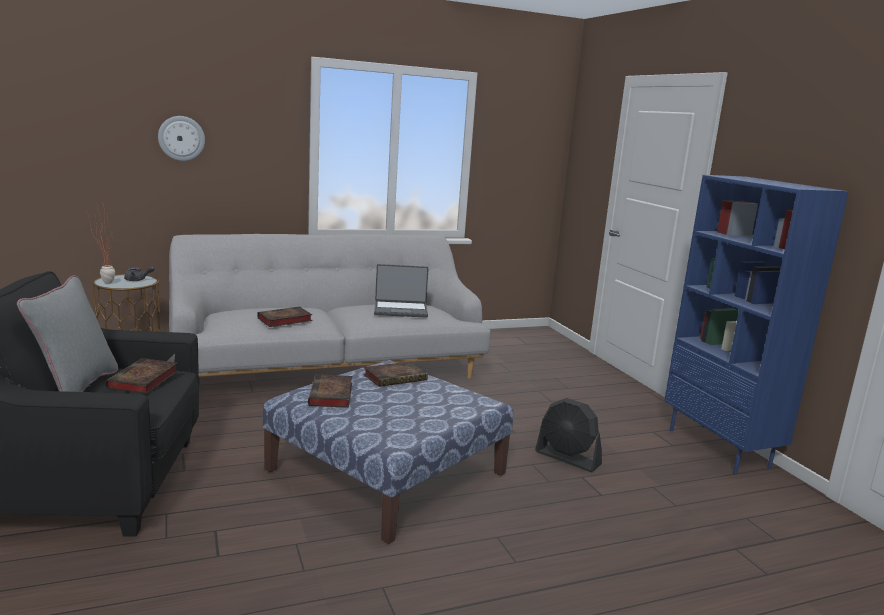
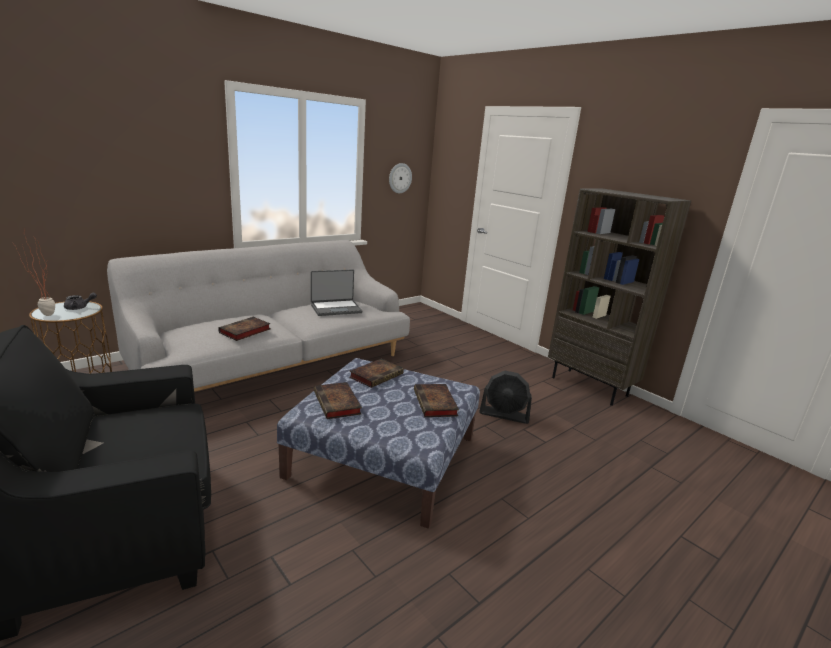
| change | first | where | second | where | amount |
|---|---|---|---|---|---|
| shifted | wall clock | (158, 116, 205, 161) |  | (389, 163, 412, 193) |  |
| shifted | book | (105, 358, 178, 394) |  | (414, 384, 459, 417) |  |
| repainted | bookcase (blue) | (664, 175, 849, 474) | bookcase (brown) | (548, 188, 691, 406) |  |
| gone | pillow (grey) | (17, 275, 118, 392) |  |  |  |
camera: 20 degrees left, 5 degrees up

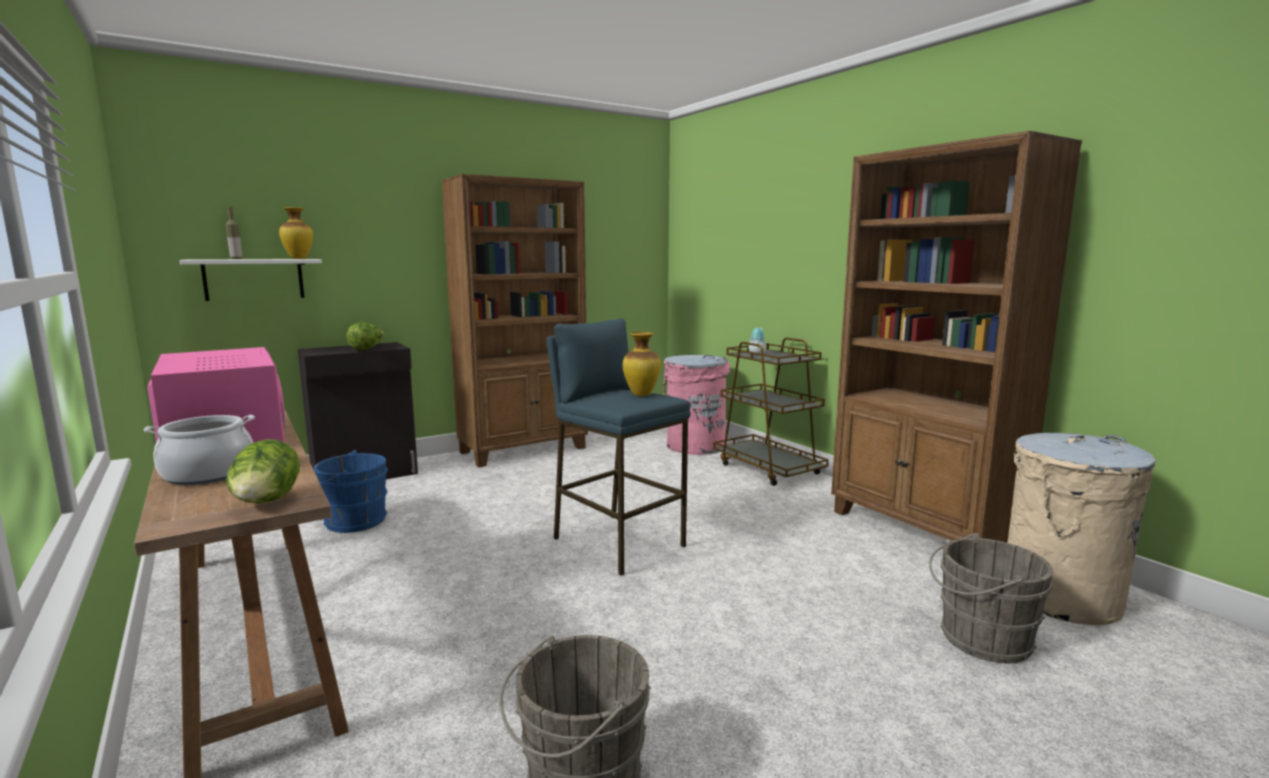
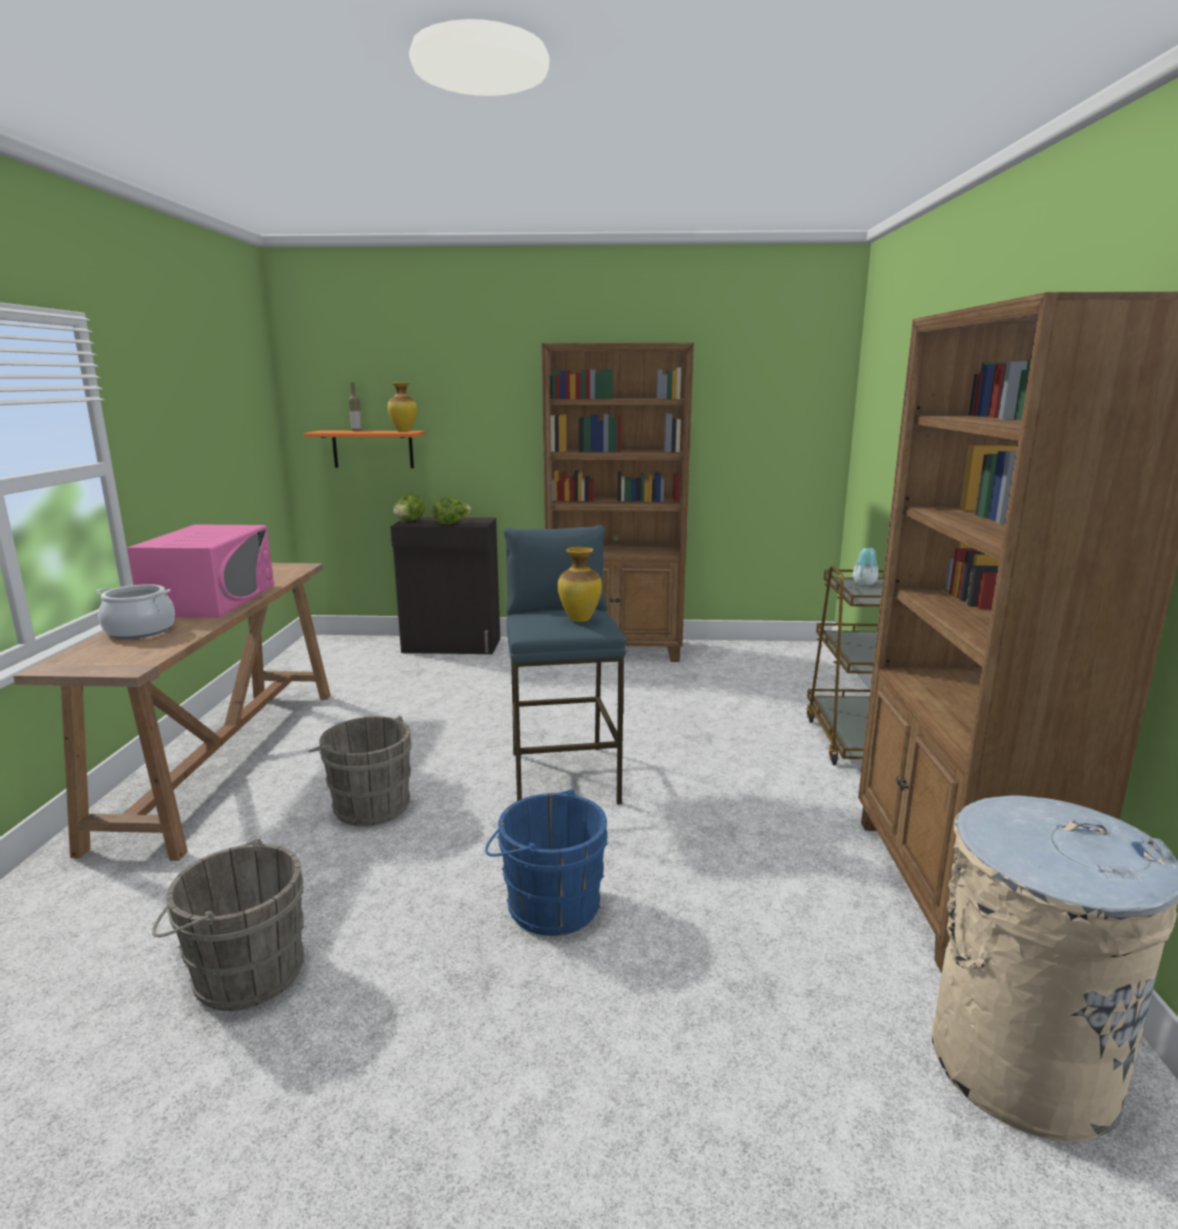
| change | first | where | second | where | amount |
|---|---|---|---|---|---|
| repainted | shelf (white) | (180, 259, 322, 301) | shelf (orange) | (304, 431, 425, 468) |  |
| shifted | bucket (grey) | (929, 533, 1053, 663) |  | (309, 716, 412, 826) |  |
| shifted | lettuce | (226, 439, 300, 503) |  | (393, 494, 425, 521) |  |
| shifted | bucket (blue) | (314, 450, 388, 533) |  | (485, 789, 608, 936) |  |
| gone | trash can (pink) | (663, 355, 730, 455) |  |  |  |
camera: 35 degrees right, 5 degrees up

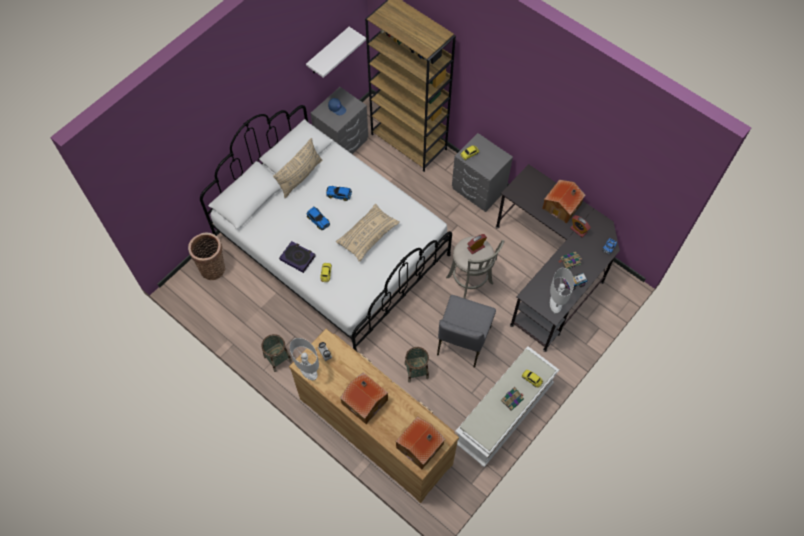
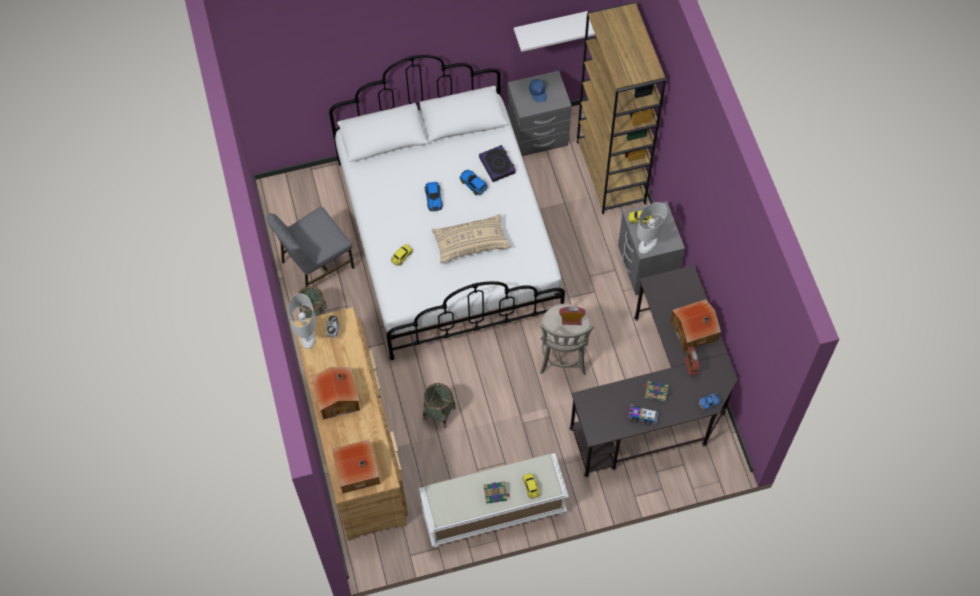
| change | first | where | second | where | amount |
|---|---|---|---|---|---|
| shifted | chair (grey) | (437, 295, 496, 368) |  | (267, 207, 354, 287) |  |
| shifted | book | (279, 241, 316, 273) |  | (479, 145, 516, 182) |  |
| shifted | table lamp (white) | (550, 268, 574, 314) |  | (637, 202, 667, 254) |  |
| gone | basket | (188, 232, 225, 280) |  |  |  |
| gone | pillow (beige) | (273, 138, 323, 198) |  |  |  |
camera: 35 degrees right, 0 degrees up

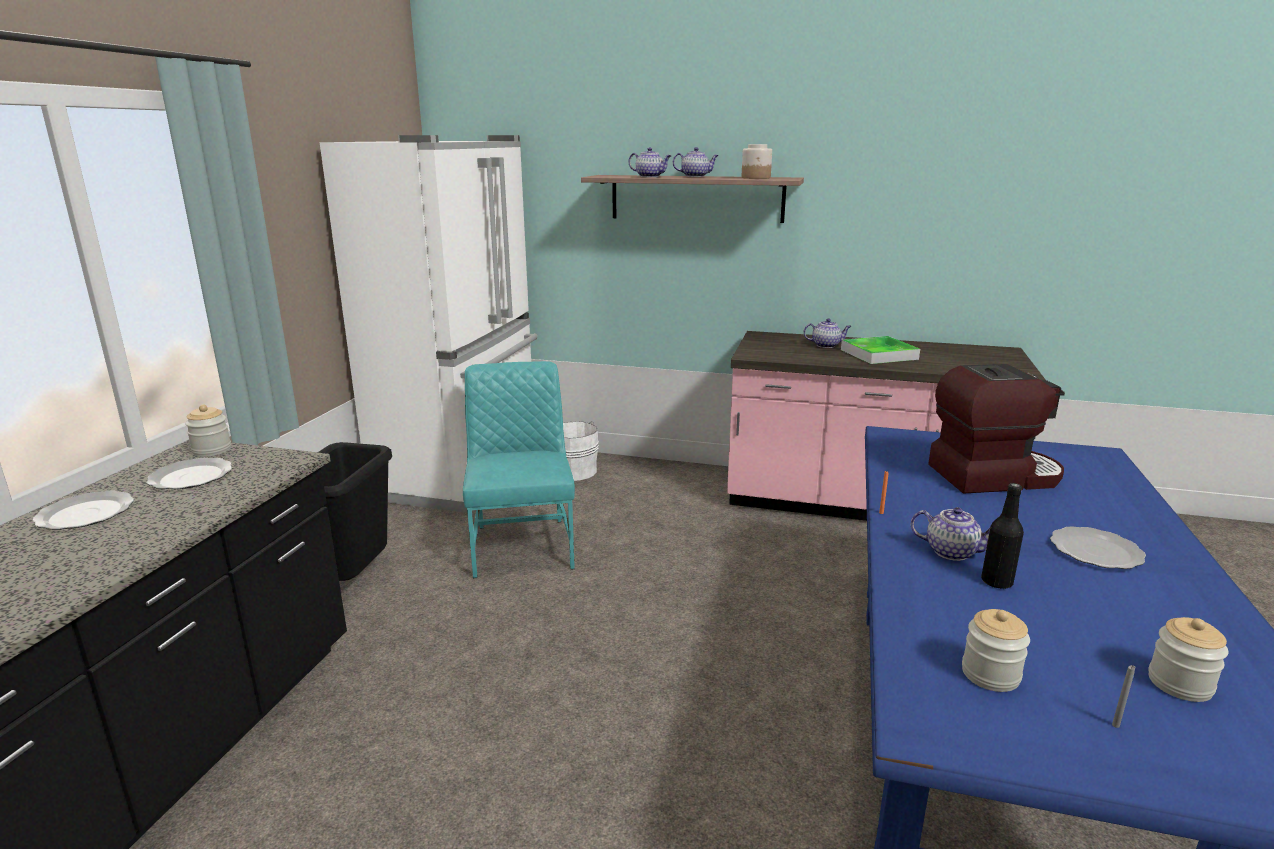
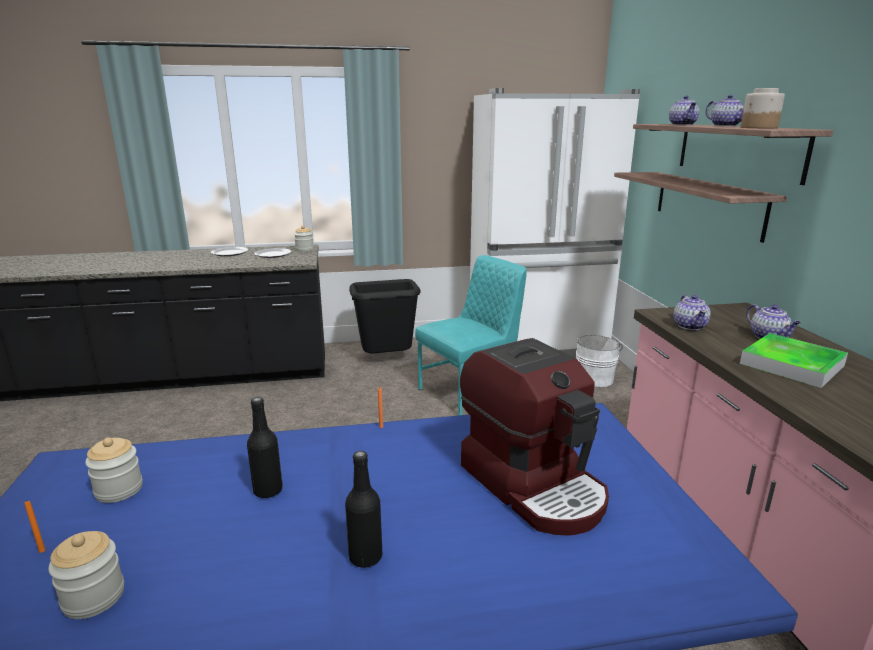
| change | first | where | second | where | amount |
|---|---|---|---|---|---|
| repainted | candle (grey) | (1112, 665, 1135, 728) | candle (orange) | (24, 501, 45, 553) |  |
| swapped | plate | (1050, 526, 1146, 569) | bottle (black) | (345, 451, 382, 568) |  |
| new |  |  | shelf | (614, 172, 787, 243) |  |
| shifted | teapot | (910, 507, 990, 561) |  | (673, 295, 711, 330) |  |
camera: 65 degrees right, 0 degrees up

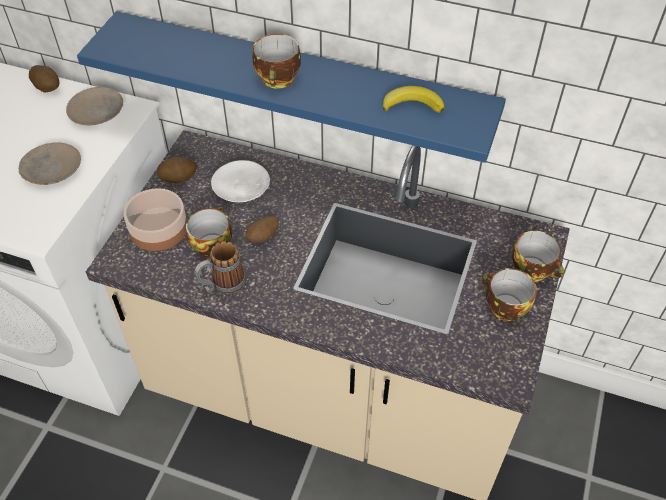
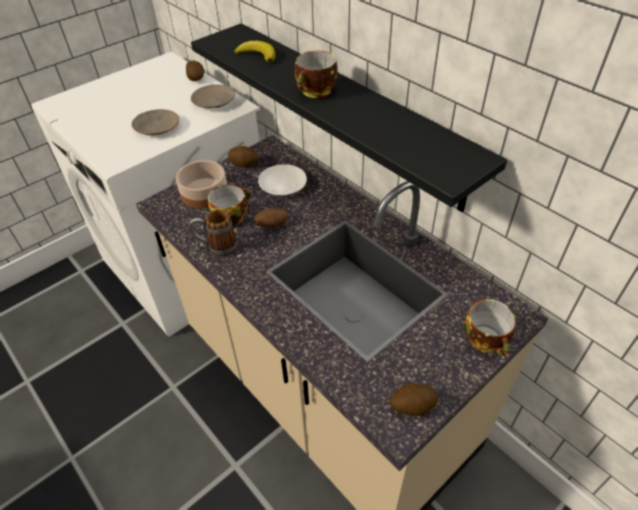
| change | first | where | second | where | amount |
|---|---|---|---|---|---|
| repainted | shelf (blue) | (77, 11, 506, 163) | shelf (black) | (191, 23, 507, 212) |  |
| shifted | banana | (383, 86, 444, 113) |  | (234, 41, 275, 63) |  |
| new |  |  | potato | (389, 383, 438, 416) |  |
| gone | cup | (482, 268, 537, 321) |  |  |  |
camera: 30 degrees right, 5 degrees down

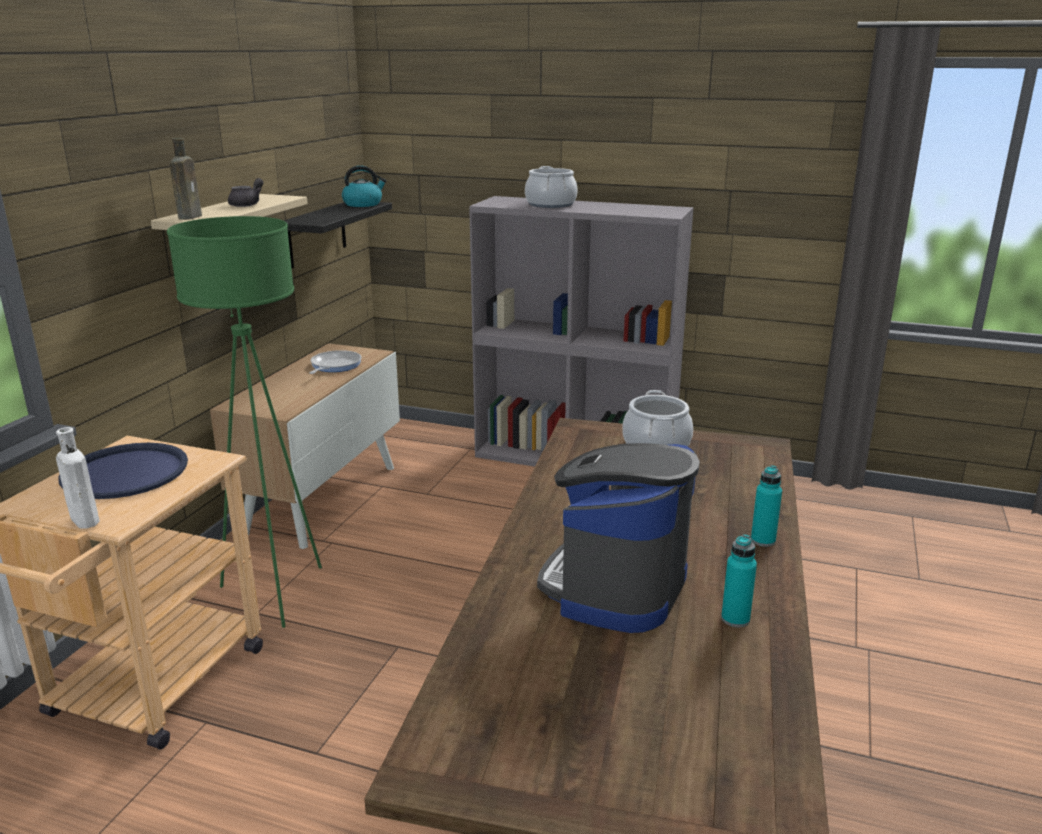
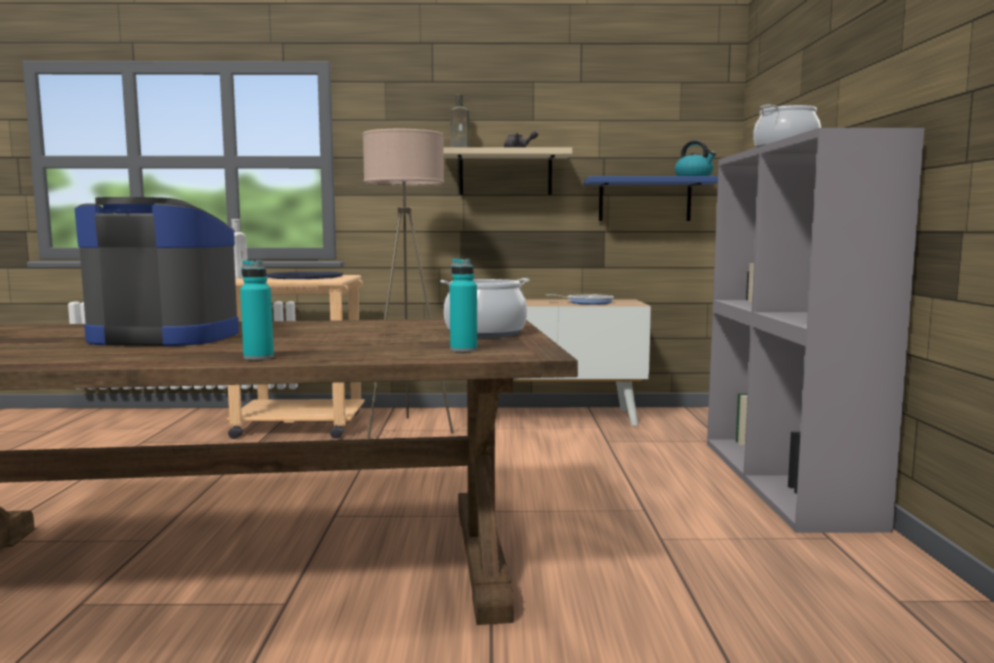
| change | first | where | second | where | amount |
|---|---|---|---|---|---|
| repainted | floor lamp (green) | (167, 216, 322, 628) | floor lamp (beige) | (362, 129, 454, 439) |  |
| shifted | bottle (turquoise) | (721, 534, 757, 627) |  | (450, 258, 477, 352) |  |
| repainted | shelf (black) | (283, 202, 392, 268) | shelf (blue) | (584, 176, 718, 221) |  |
camera: 70 degrees right, 15 degrees down

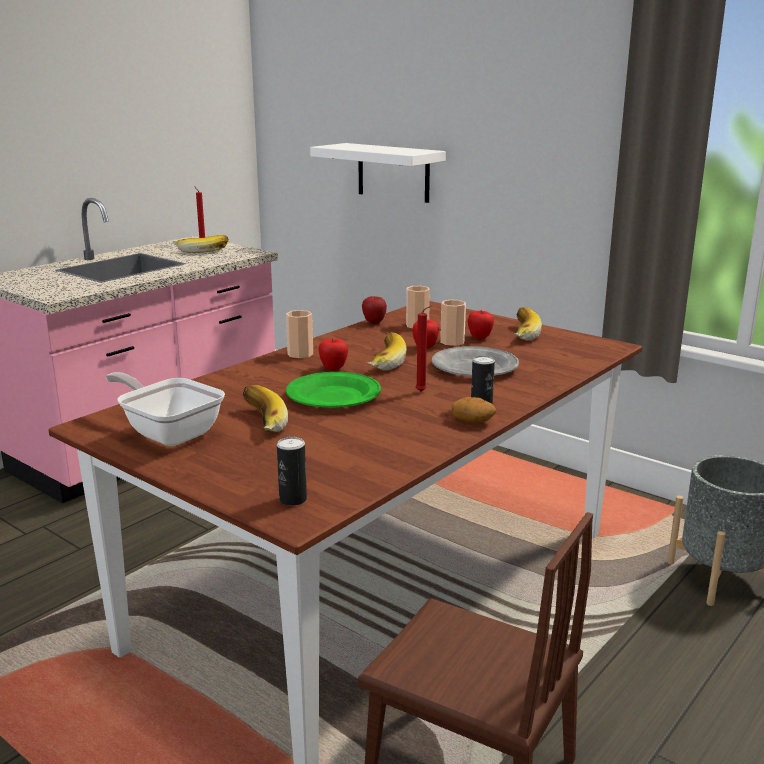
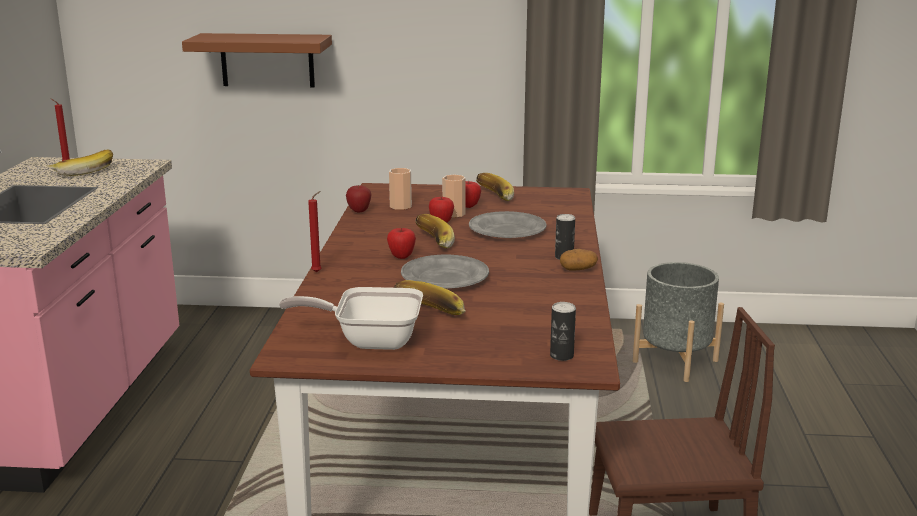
| change | first | where | second | where | amount |
|---|---|---|---|---|---|
| repainted | shelf (white) | (310, 143, 446, 203) | shelf (brown) | (182, 33, 332, 88) |  |
| shifted | candle (red) | (416, 305, 433, 392) |  | (308, 191, 321, 272) |  |
| repainted | plate (green) | (286, 372, 381, 408) | plate (grey) | (401, 255, 489, 288) |  |
| gone | cup | (286, 310, 313, 359) |  |  |  |
camera: 35 degrees left, 0 degrees up

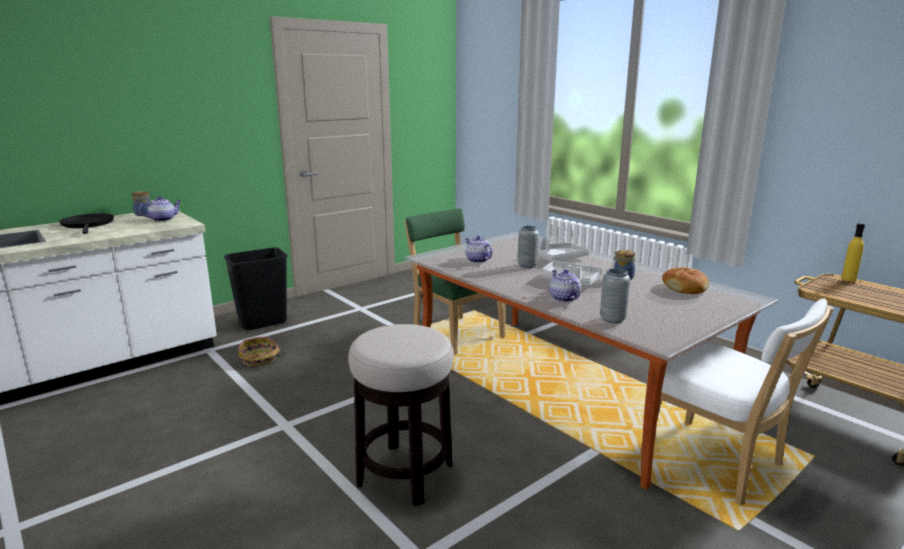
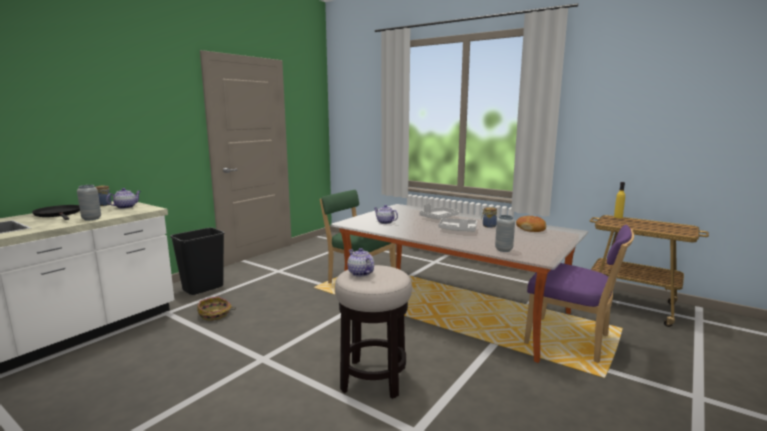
| change | first | where | second | where | amount |
|---|---|---|---|---|---|
| shifted | vase (grey) | (517, 226, 539, 268) |  | (77, 185, 101, 221) |  |
| shifted | teapot | (549, 269, 581, 302) |  | (347, 248, 374, 277) |  |
| repainted | chair (white) | (640, 298, 834, 506) | chair (purple) | (524, 225, 634, 363) |  |
camera: 15 degrees left, 5 degrees down

